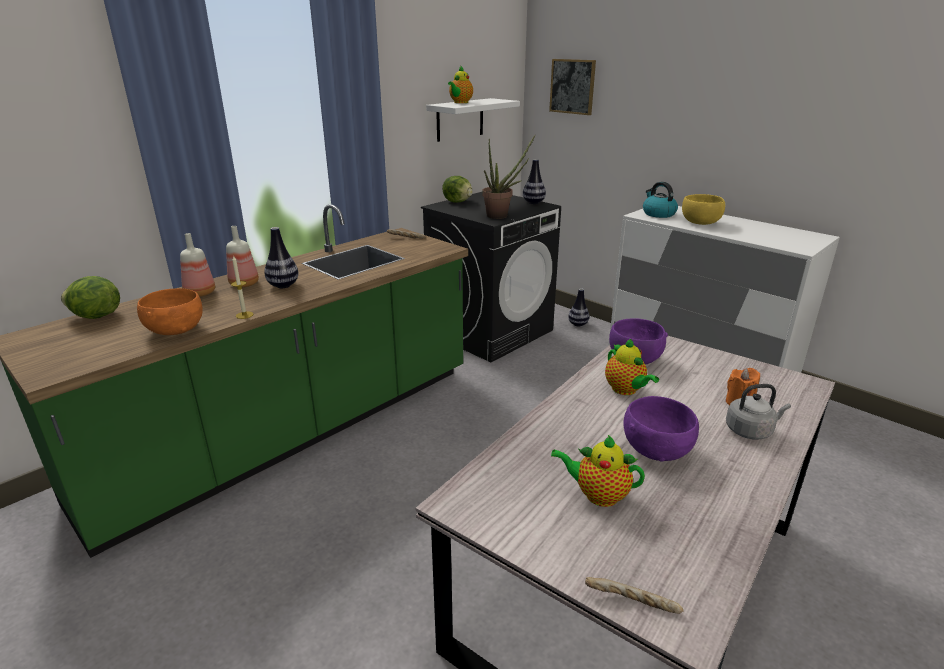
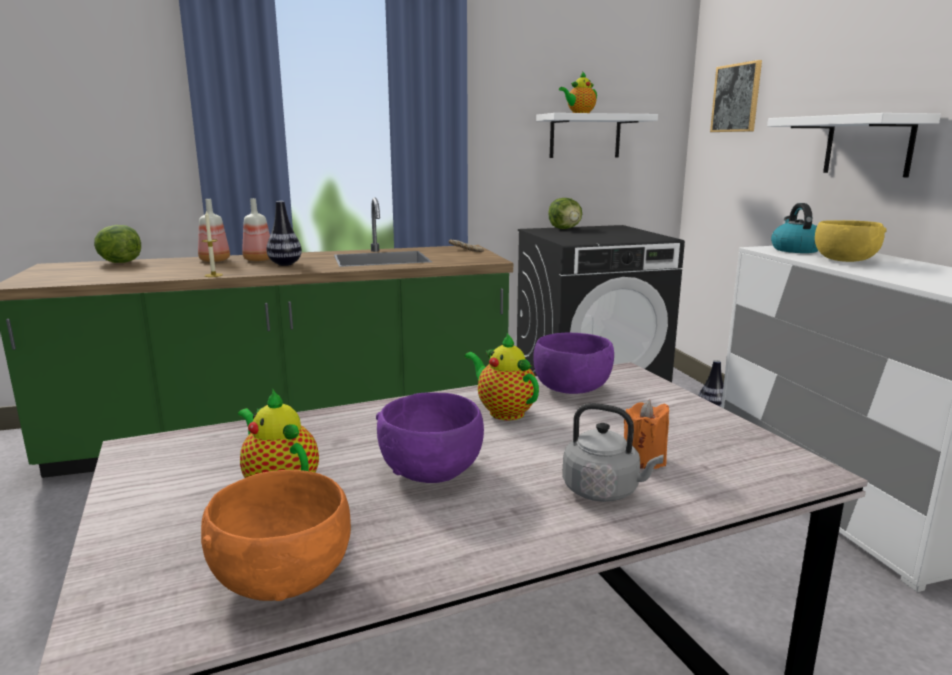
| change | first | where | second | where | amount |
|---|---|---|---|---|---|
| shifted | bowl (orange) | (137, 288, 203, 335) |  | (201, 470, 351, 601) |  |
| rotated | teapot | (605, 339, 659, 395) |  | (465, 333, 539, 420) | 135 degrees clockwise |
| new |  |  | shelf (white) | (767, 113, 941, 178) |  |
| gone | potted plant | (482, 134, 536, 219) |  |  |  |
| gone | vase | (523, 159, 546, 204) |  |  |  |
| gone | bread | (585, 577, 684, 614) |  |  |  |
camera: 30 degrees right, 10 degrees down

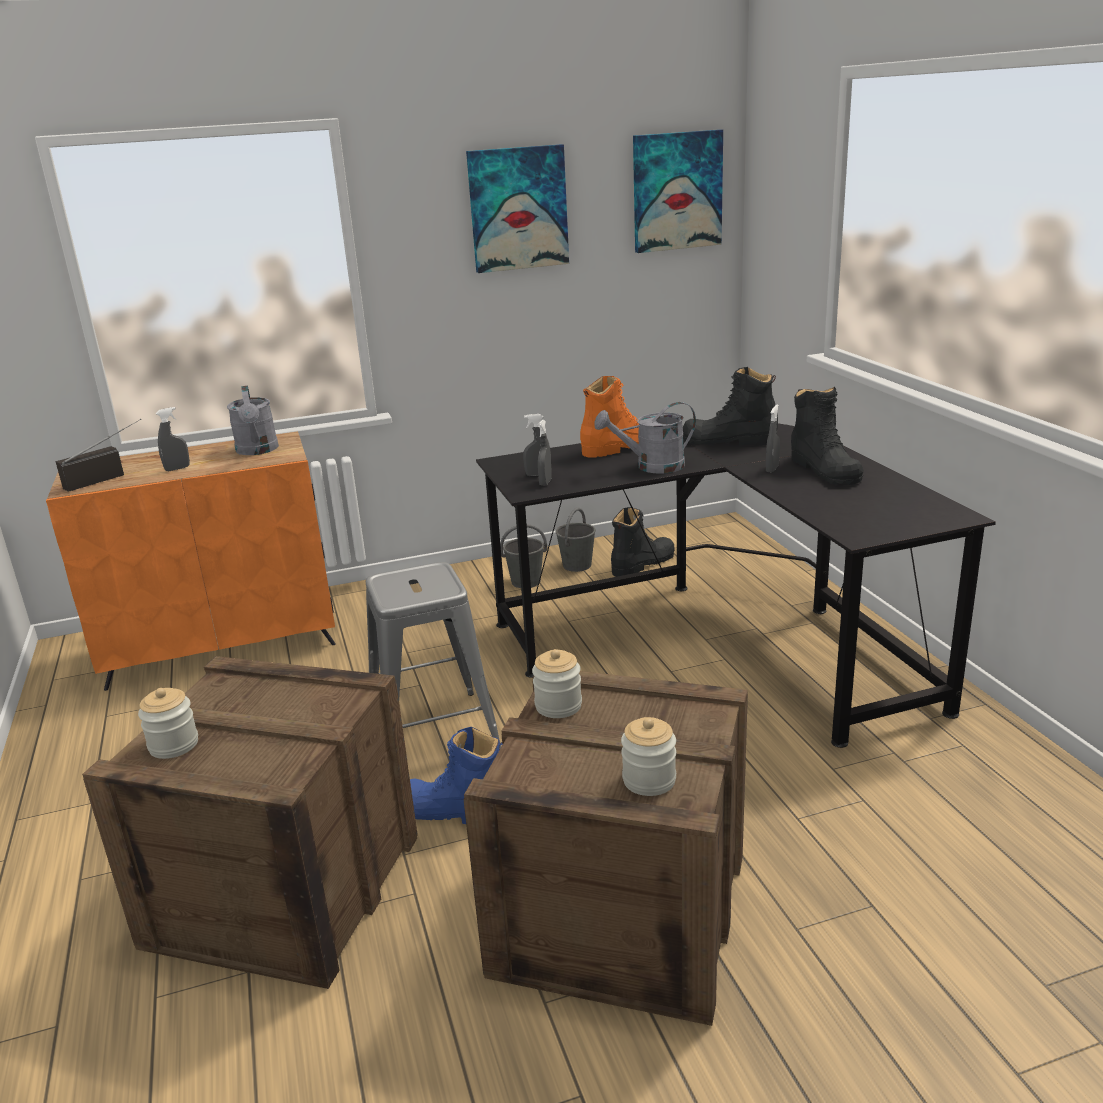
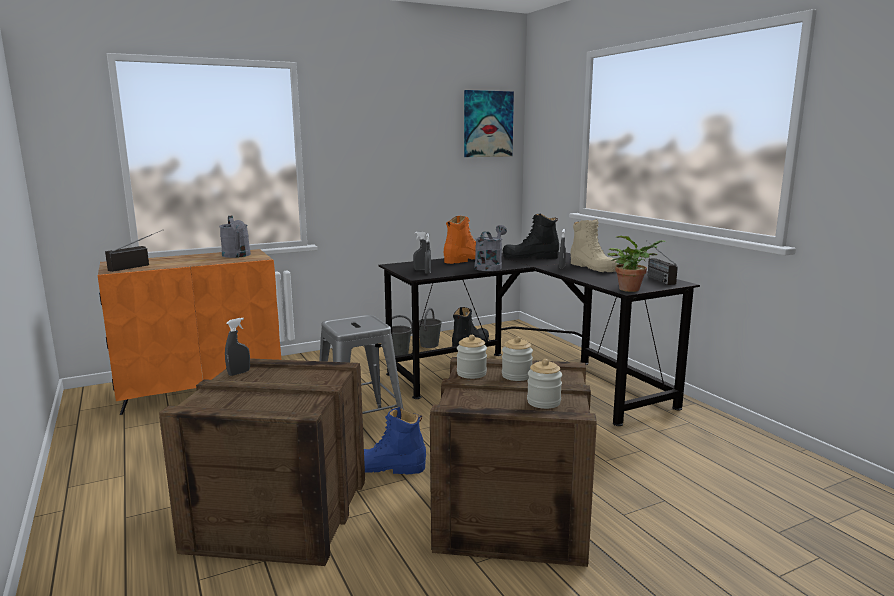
| change | first | where | second | where | amount |
|---|---|---|---|---|---|
| shifted | spray bottle (grey) | (156, 407, 190, 471) |  | (225, 318, 250, 376) |  |
| rotated | watering can (grey) | (595, 402, 696, 473) |  | (474, 225, 507, 271) | 135 degrees clockwise |
| shifted | jar | (138, 688, 198, 759) |  | (502, 336, 533, 381) |  |
| repainted | boot (black) | (791, 387, 864, 485) | boot (beige) | (571, 219, 617, 272) |  |
| new |  |  | potted plant | (608, 236, 666, 292) |  |
| new |  |  | radio | (646, 240, 678, 285) |  |
| gone | picture | (466, 144, 569, 273) |  |  |  |
camera: 10 degrees left, 10 degrees down

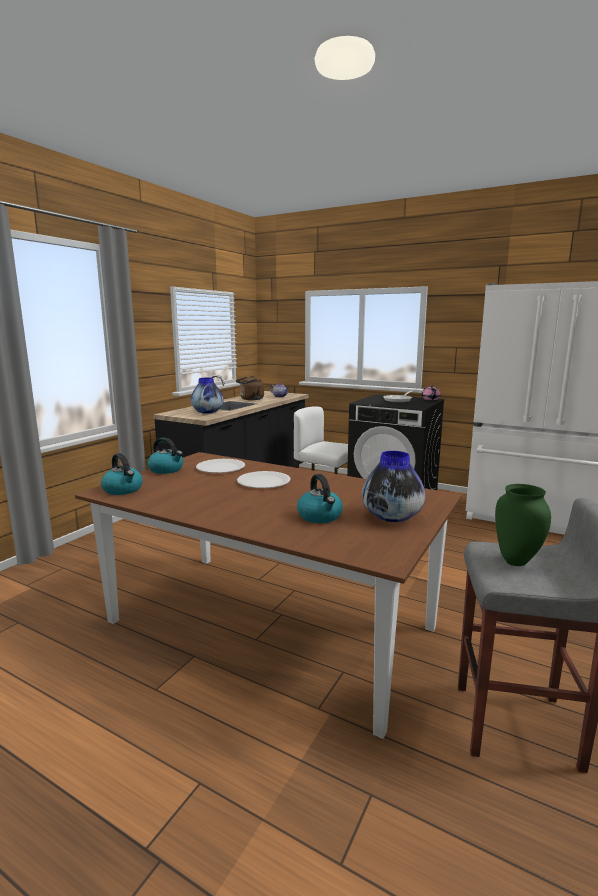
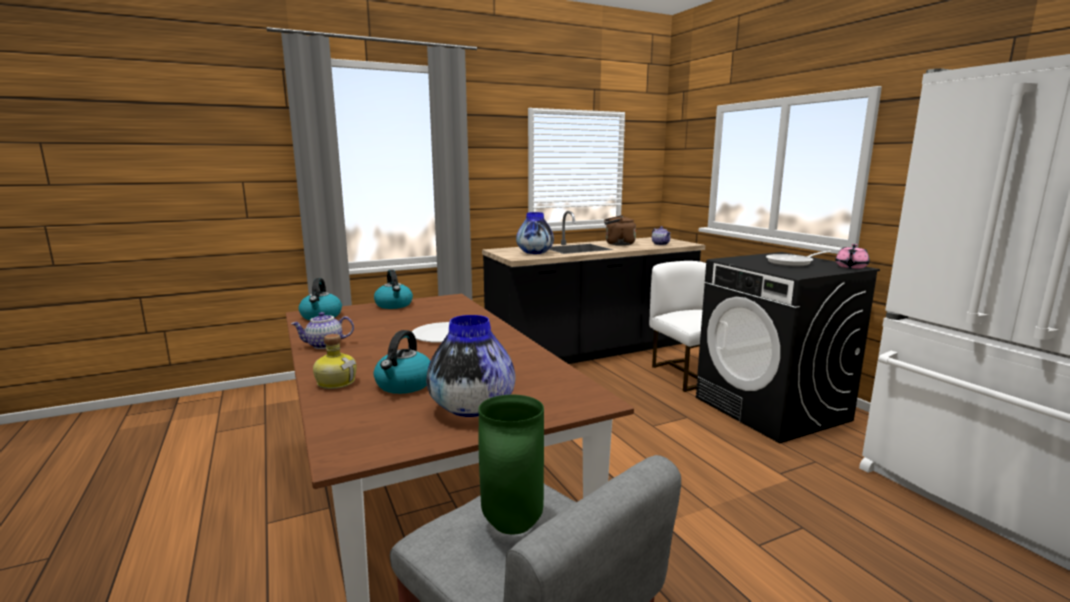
| change | first | where | second | where | amount |
|---|---|---|---|---|---|
| new |  |  | teapot | (291, 312, 354, 349) |  |
| new |  |  | bottle | (313, 334, 357, 389) |  |
| gone | plate (white) | (196, 459, 245, 473) |  |  |  |
camera: 35 degrees right, 0 degrees up

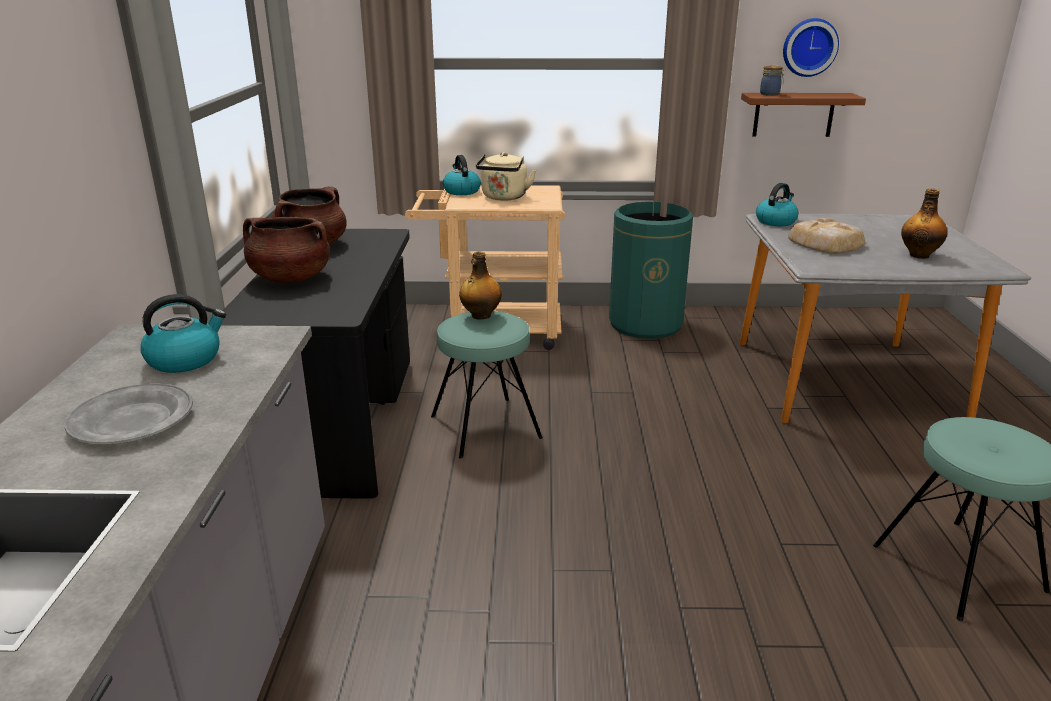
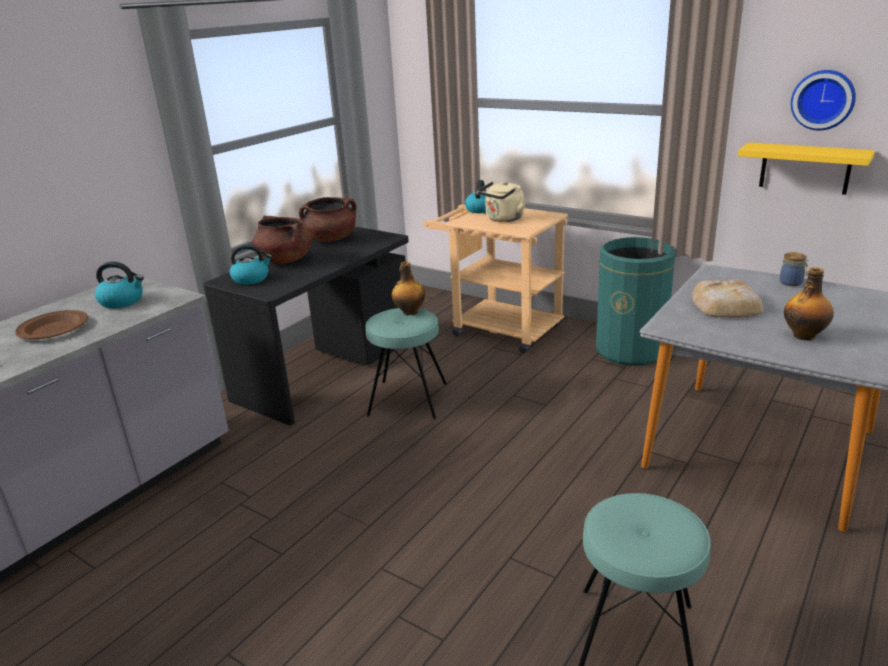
| change | first | where | second | where | amount |
|---|---|---|---|---|---|
| repainted | plate (grey) | (65, 383, 193, 444) | plate (brown) | (15, 310, 88, 339) |  |
| shifted | kettle | (756, 183, 799, 226) |  | (230, 245, 272, 285) |  |
| repainted | shelf (brown) | (741, 93, 866, 137) | shelf (yellow) | (738, 142, 875, 195) |  |
| shifted | jar | (760, 65, 785, 96) |  | (780, 252, 809, 286) |  |
camera: 35 degrees right, 0 degrees up

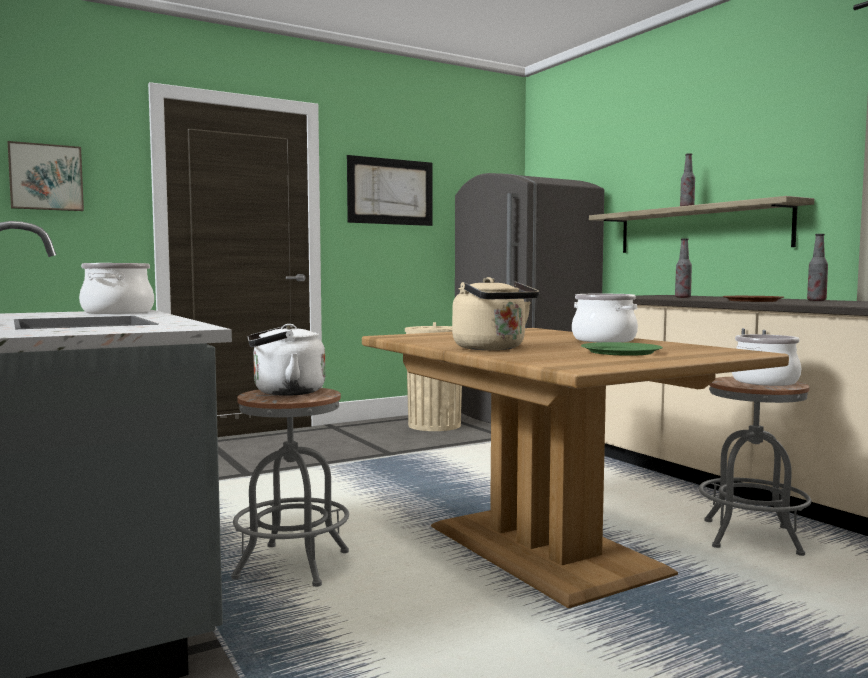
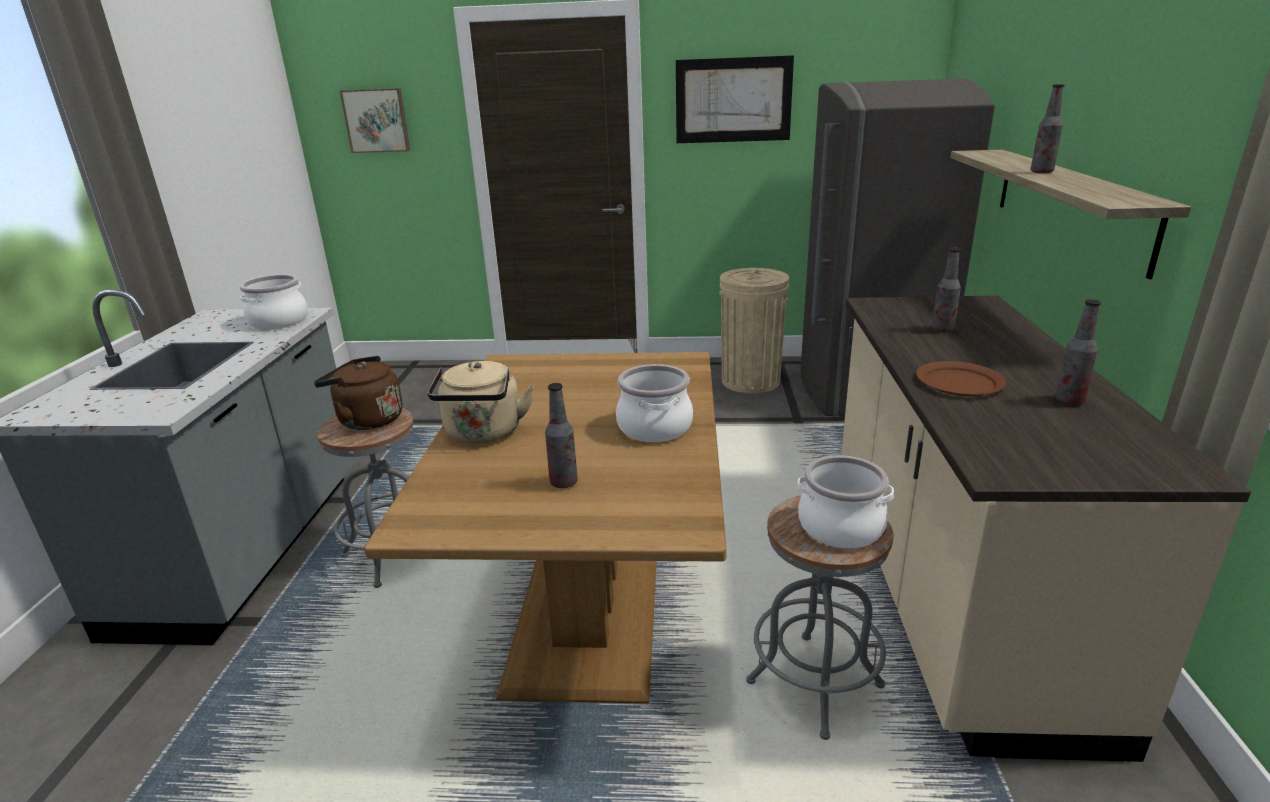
| change | first | where | second | where | amount |
|---|---|---|---|---|---|
| repainted | kettle (white) | (248, 324, 325, 396) | kettle (brown) | (314, 356, 403, 430) |  |
| swapped | plate (green) | (581, 342, 663, 356) | bottle | (545, 383, 578, 488) |  |
camera: 35 degrees right, 20 degrees up

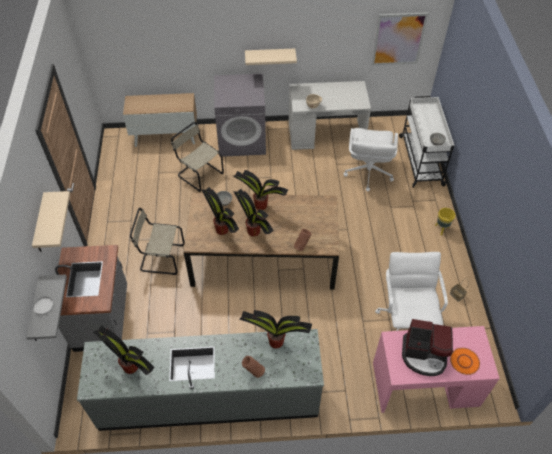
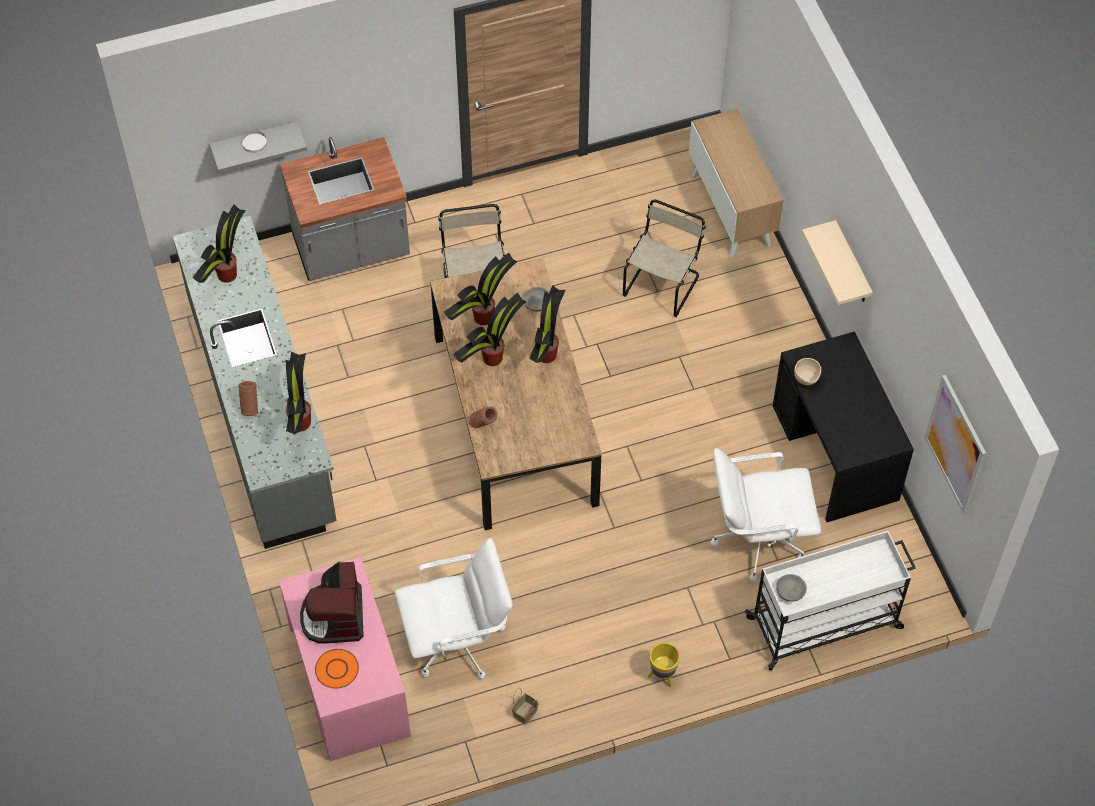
| change | first | where | second | where | amount |
|---|---|---|---|---|---|
| repainted | desk (white) | (289, 81, 371, 150) | desk (black) | (773, 331, 914, 522) |  |
| gone | shelf (beige) | (32, 191, 70, 252) |  |  |  |
| gone | washing machine (grey) | (214, 74, 266, 157) |  |  |  |
camera: 75 degrees right, 5 degrees up

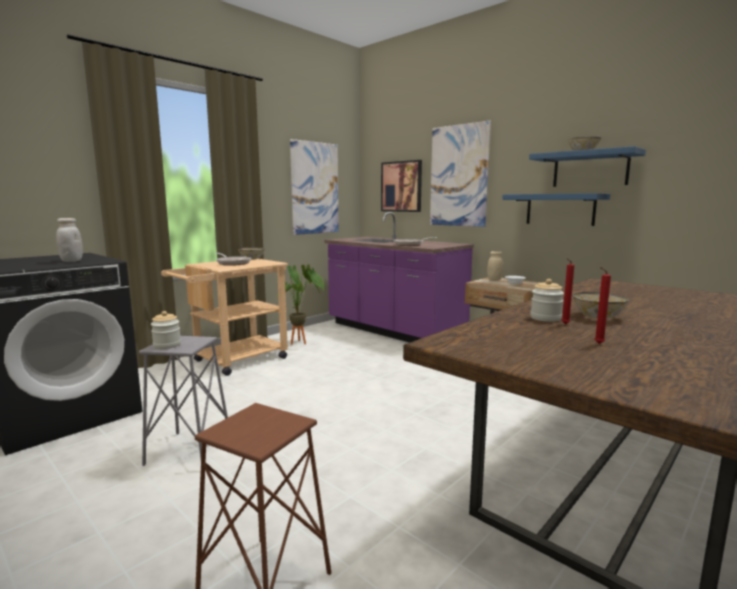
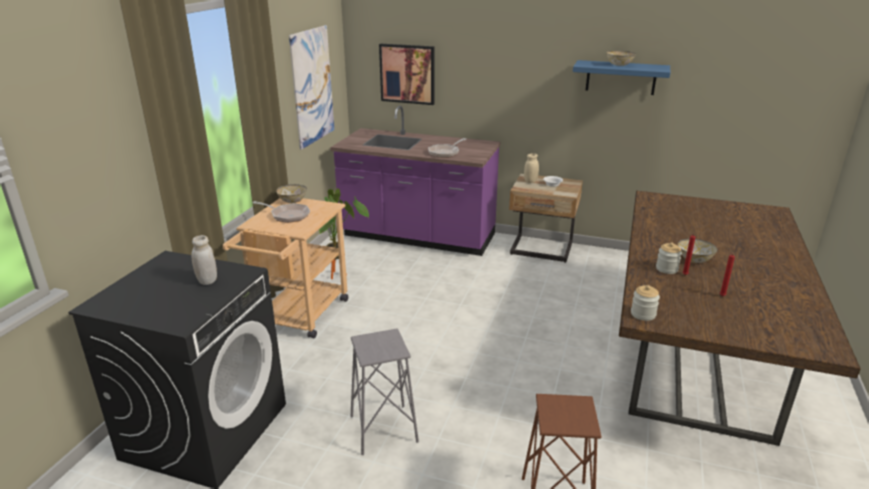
| change | first | where | second | where | amount |
|---|---|---|---|---|---|
| shifted | jar | (151, 311, 181, 349) |  | (631, 285, 660, 321) |  |
| gone | picture | (430, 121, 491, 227) |  |  |  |
| gone | shelf (blue) | (502, 193, 610, 226) |  |  |  |
camera: 25 degrees left, 15 degrees up

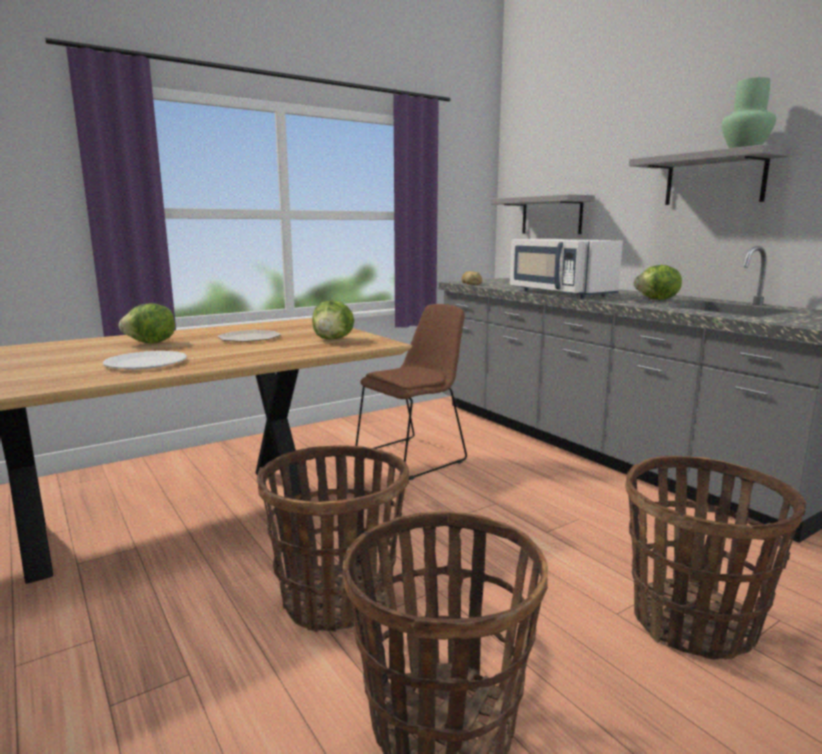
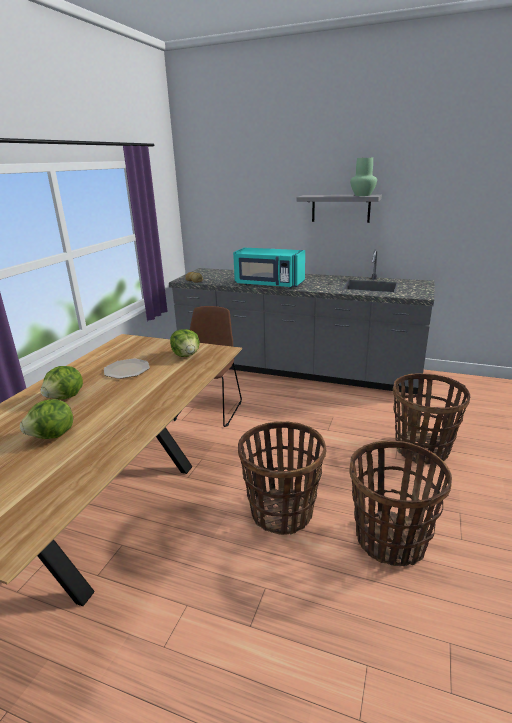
| change | first | where | second | where | amount |
|---|---|---|---|---|---|
| shifted | lettuce | (634, 265, 682, 300) |  | (20, 399, 73, 439) |  |
| repainted | microwave (white) | (510, 239, 623, 298) | microwave (turquoise) | (233, 248, 305, 288) |  |
| gone | plate (white) | (102, 351, 187, 369) |  |  |  |
| gone | shelf (grey) | (490, 194, 595, 234) |  |  |  |
camera: 35 degrees left, 10 degrees up

